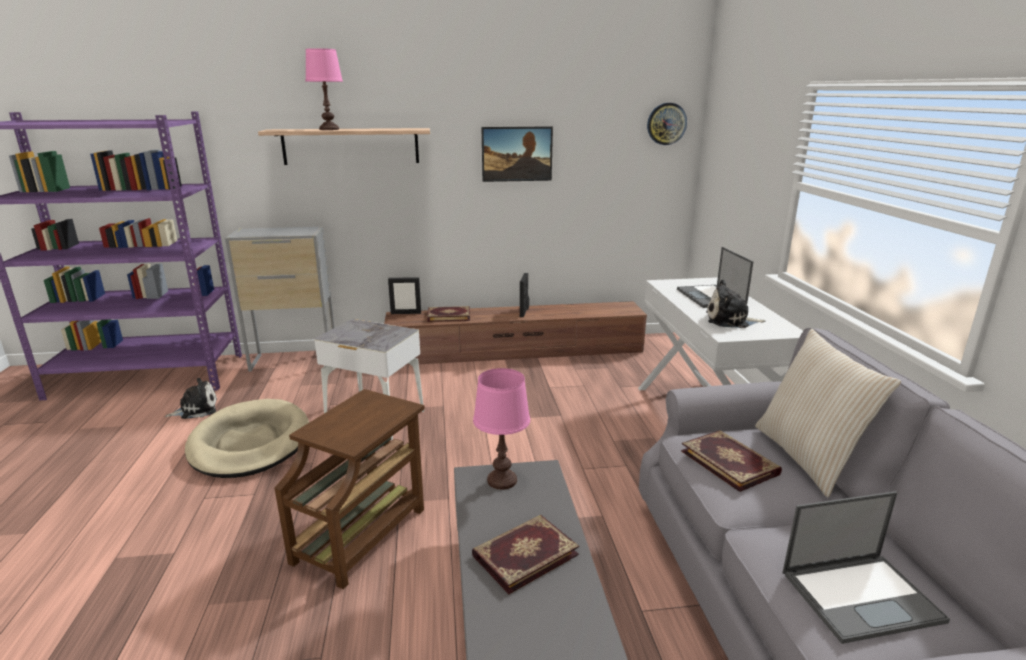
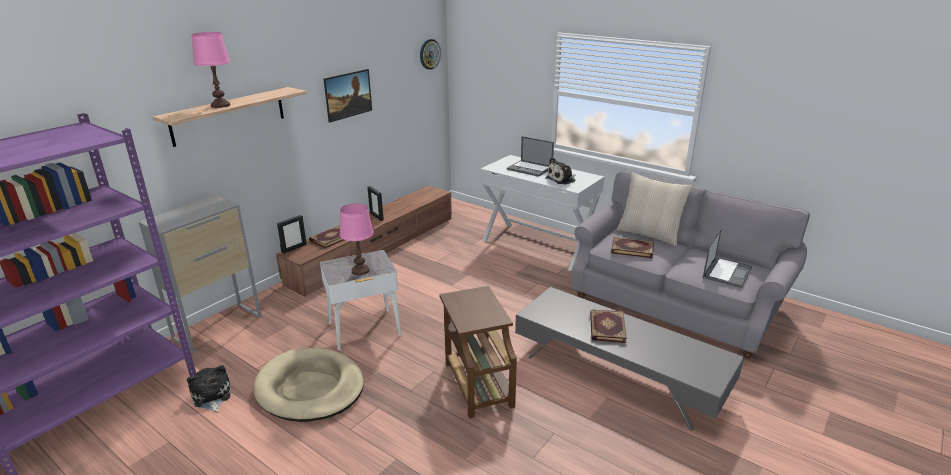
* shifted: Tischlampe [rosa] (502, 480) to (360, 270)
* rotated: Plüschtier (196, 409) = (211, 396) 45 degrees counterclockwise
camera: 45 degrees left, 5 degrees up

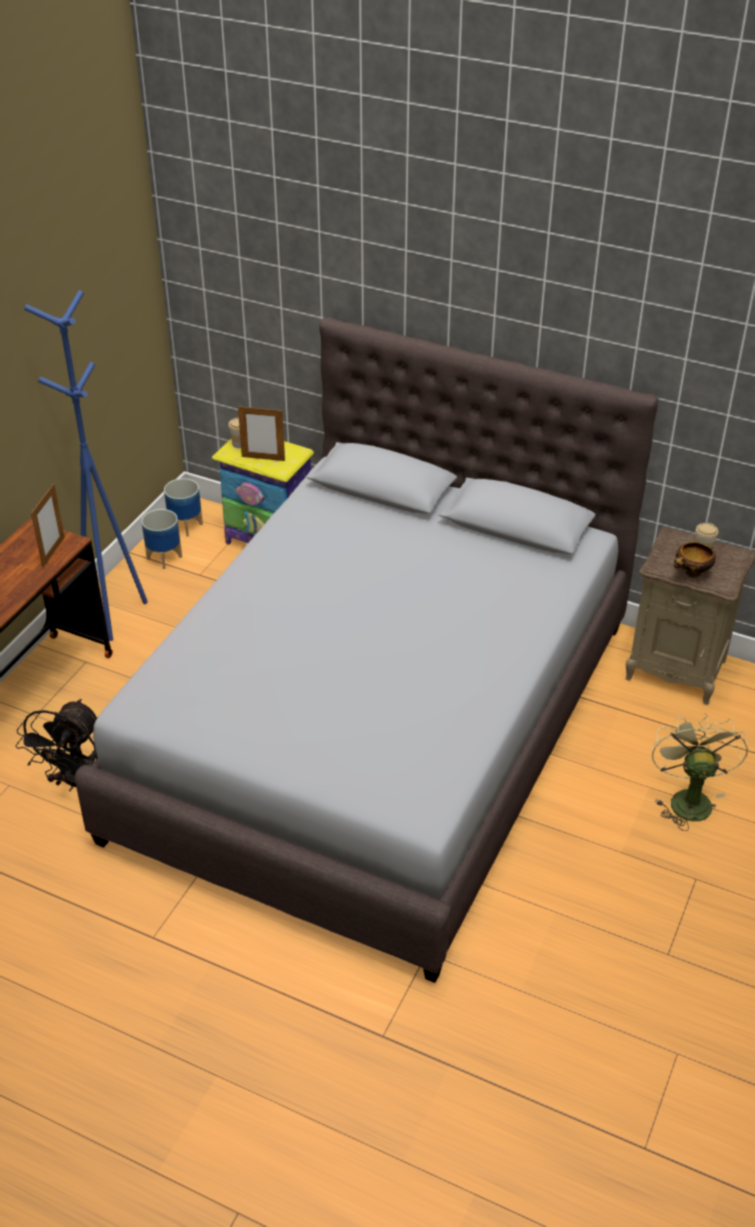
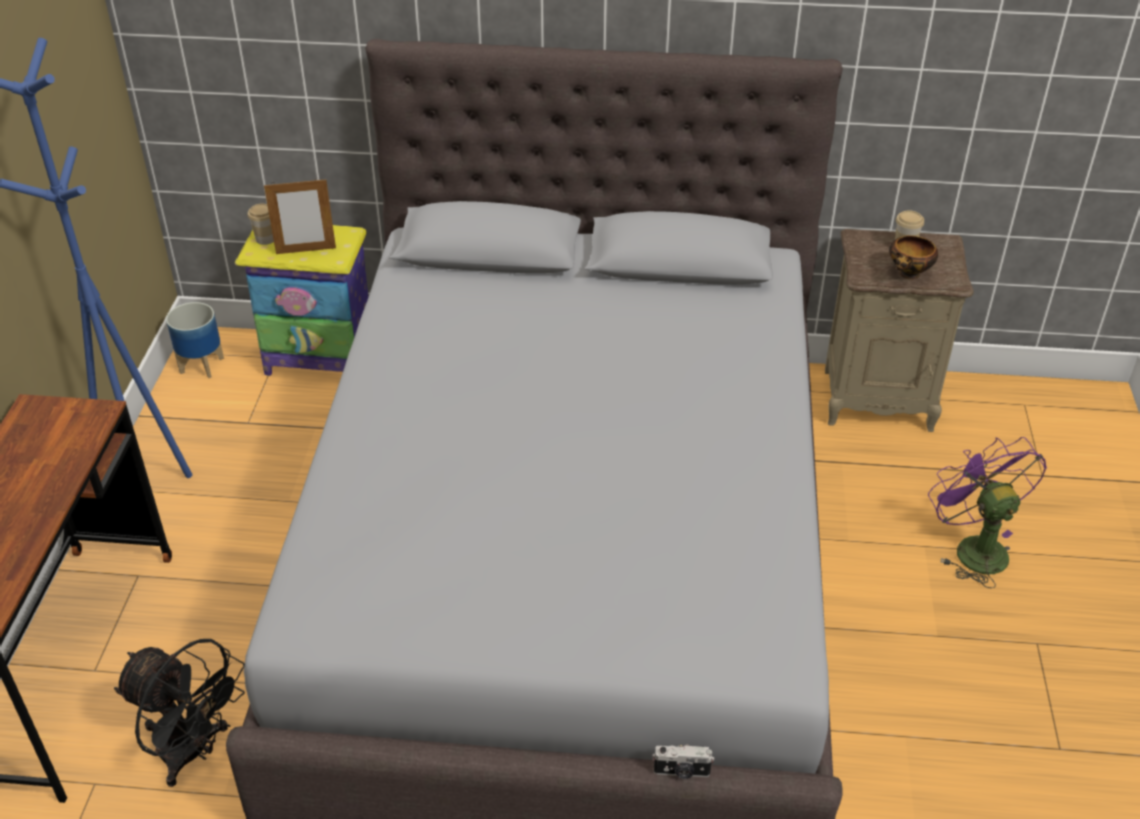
* gone: Bilderrahmen (53, 552)
* gone: Pflanzkübel (164, 558)
* rotated: Ventilator [schwarz] (75, 783) = (194, 752) 60 degrees counterclockwise
* repainted: Ventilator [grün] (687, 798) to Ventilator [lila] (973, 547)
* new: Kamera (681, 772)
camera: 20 degrees left, 0 degrees up

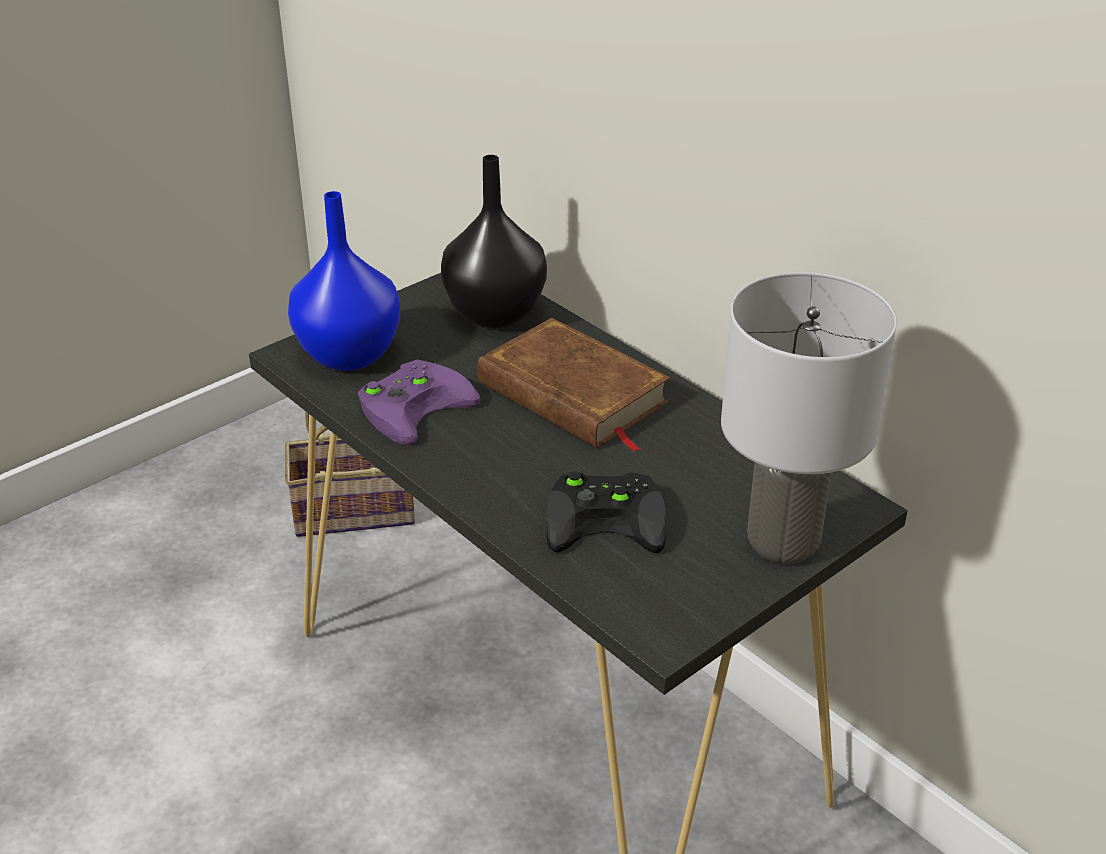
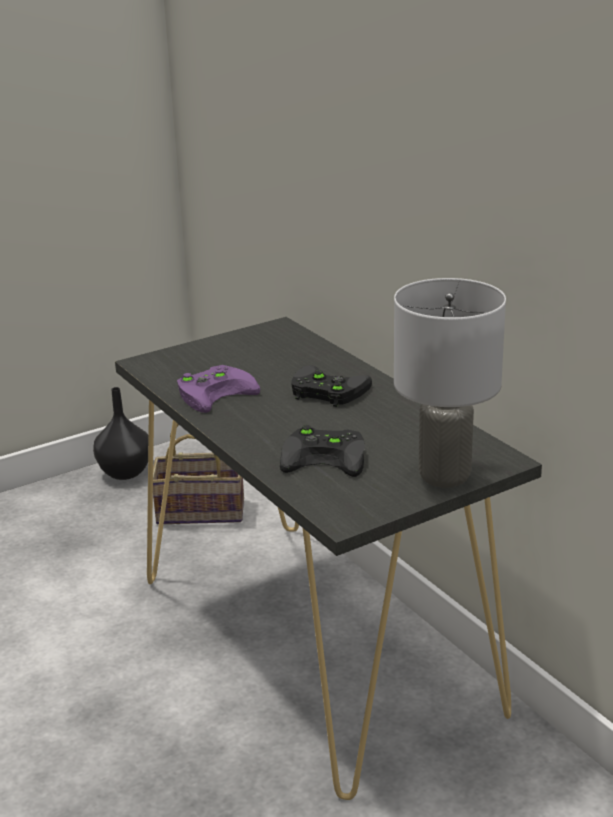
* shifted: Vase [schwarz] (493, 314) to (124, 472)
* gone: Vase [blau] (348, 353)
* swapped: Buch [braun] (572, 394) to Gamepad [schwarz] (325, 391)
camera: 10 degrees right, 10 degrees down

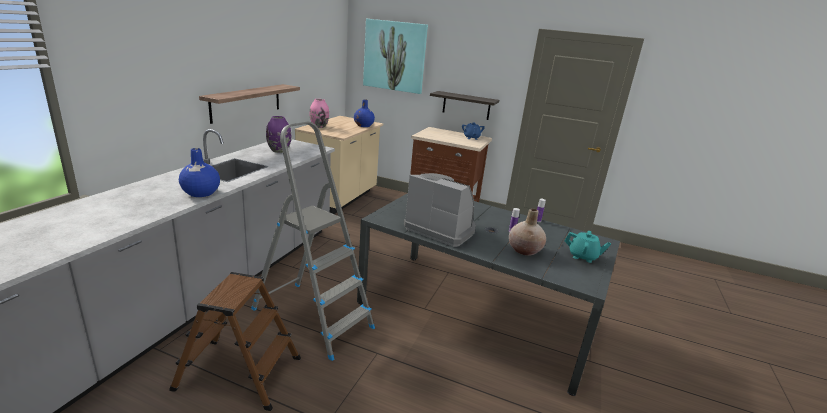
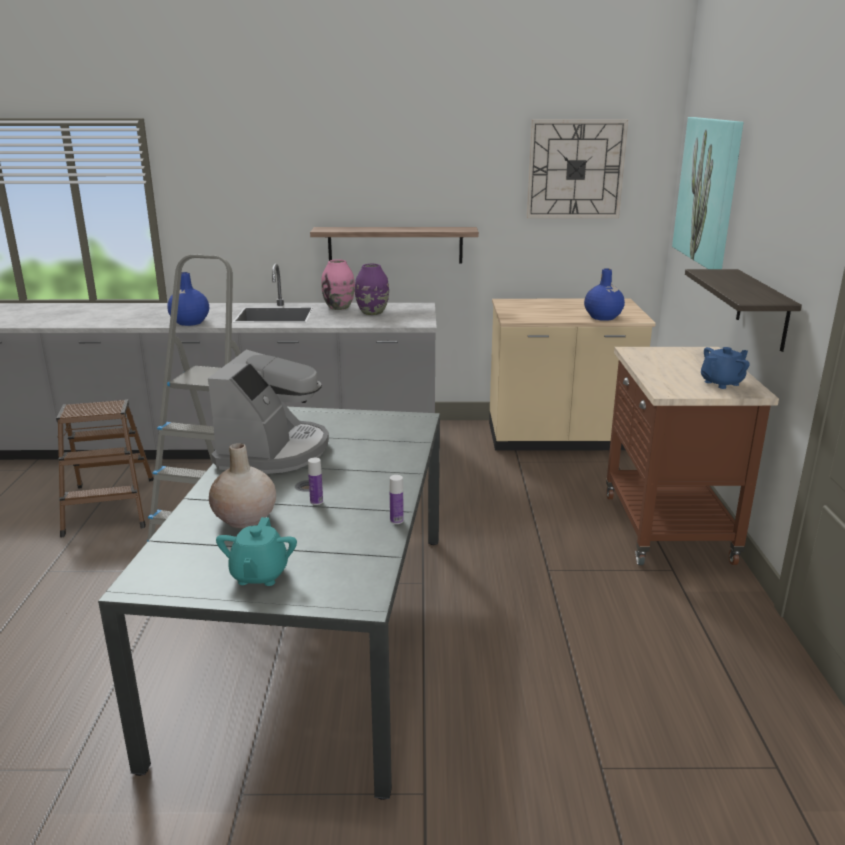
* shifted: Vase [rosa] (319, 126) to (339, 307)
* new: Wanduhr (575, 169)
camera: 70 degrees right, 0 degrees up

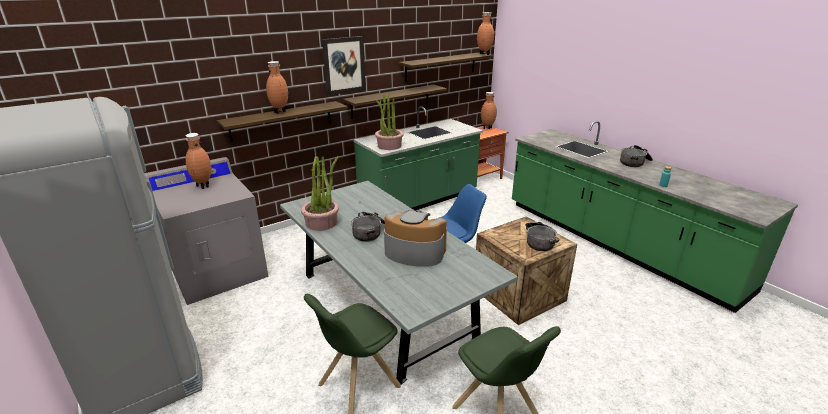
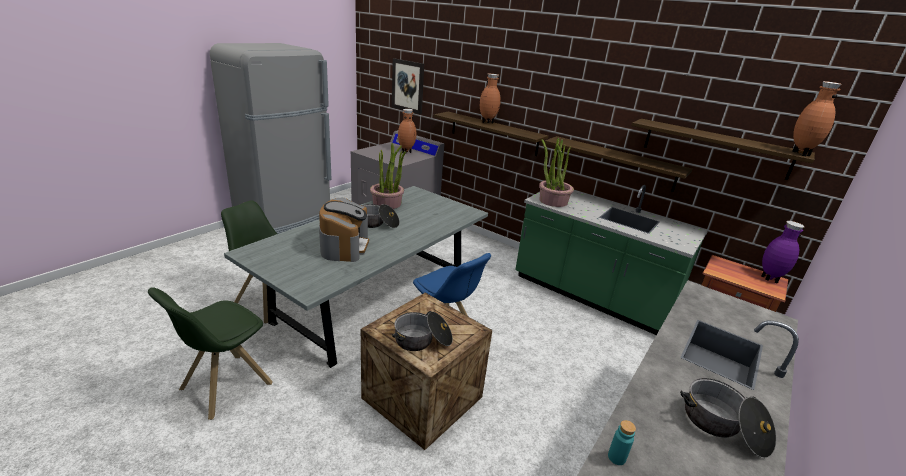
* shifted: Bild (344, 65) to (408, 86)
* repainted: Vase [braun] (487, 128) to Vase [lila] (769, 279)
camera: 70 degrees right, 0 degrees up

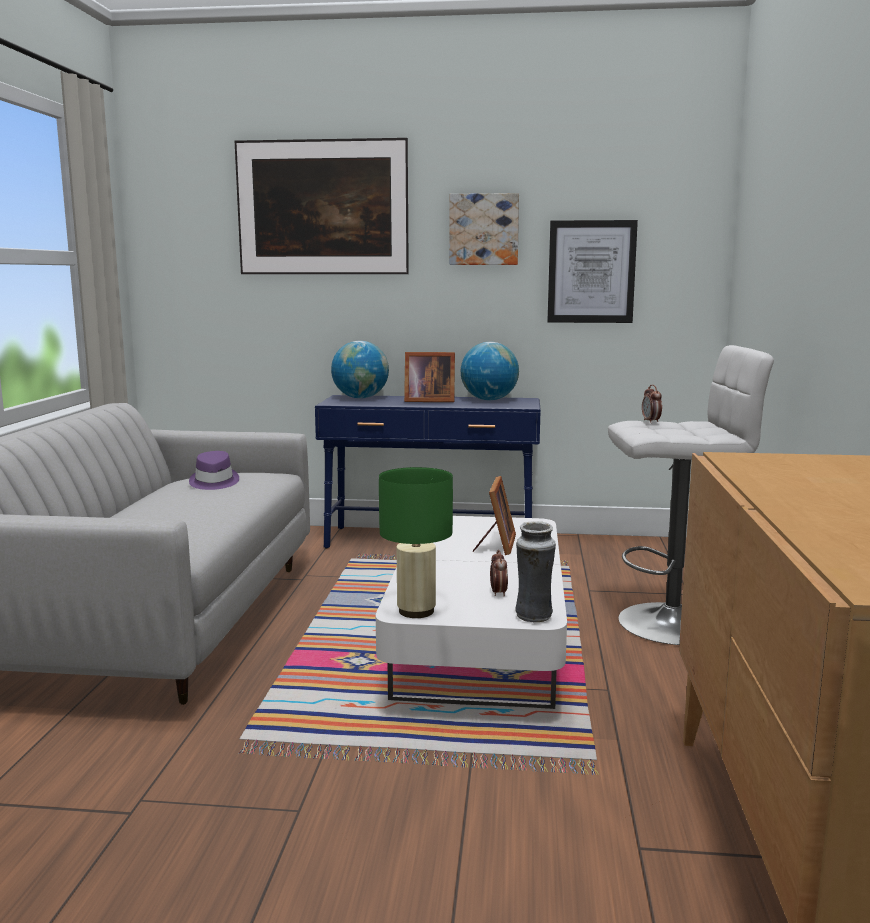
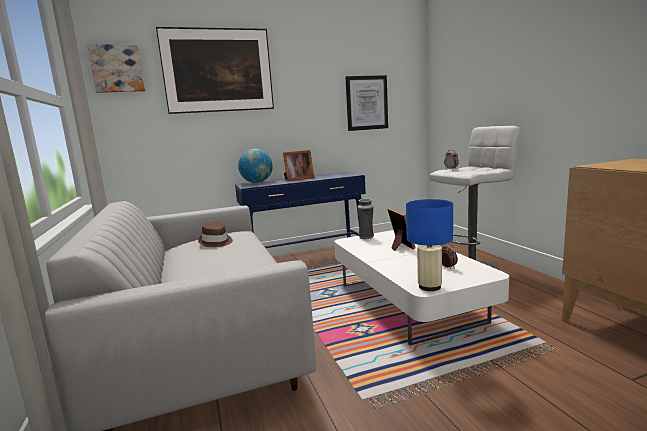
* shifted: Bild (484, 229) to (117, 69)
* gone: Globus (489, 400)
* repainted: Hut [lila] (213, 482) to Hut [braun] (216, 242)
* repainted: Tischlampe [grün] (417, 611) to Tischlampe [blau] (430, 286)
* shifted: Vase (533, 617) to (366, 237)
camera: 25 degrees left, 0 degrees up

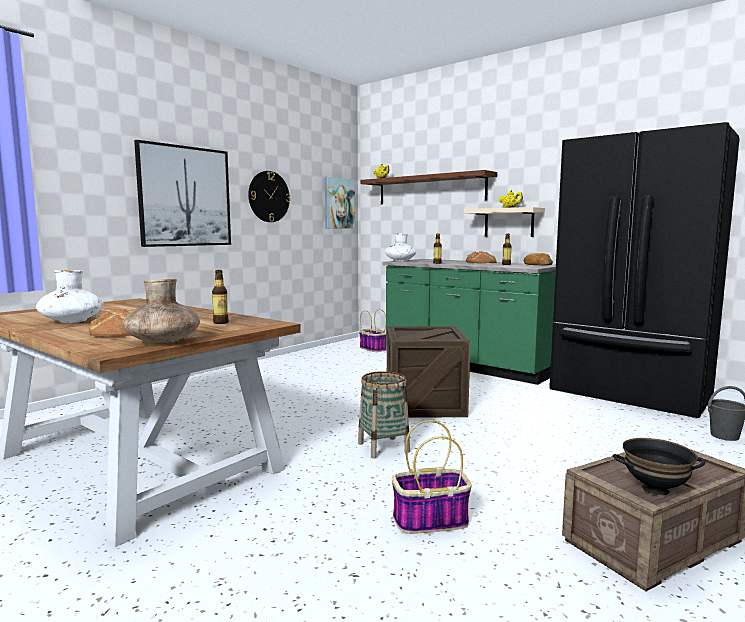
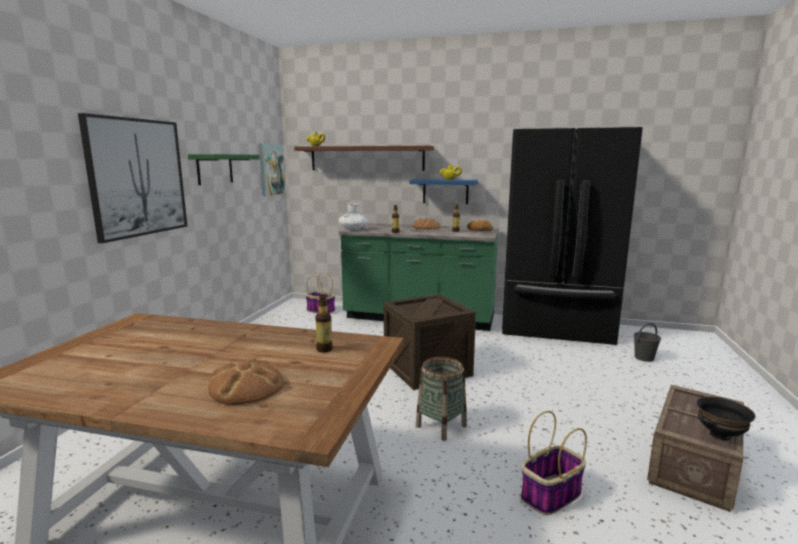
* swapped: Wanduhr (269, 196) to Wandregal [grün] (214, 169)
* repainted: Wandregal [beige] (509, 222) to Wandregal [blau] (445, 191)
* gone: Vase [weiß] (72, 321)
* gone: Vase [braun] (163, 342)
camera: 25 degrees left, 5 degrees up

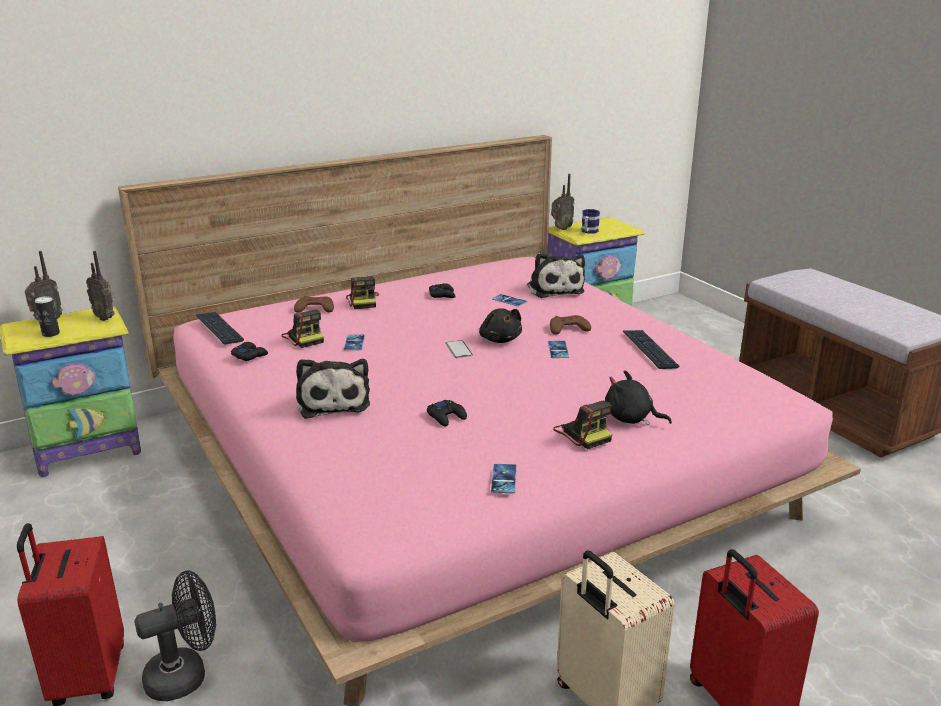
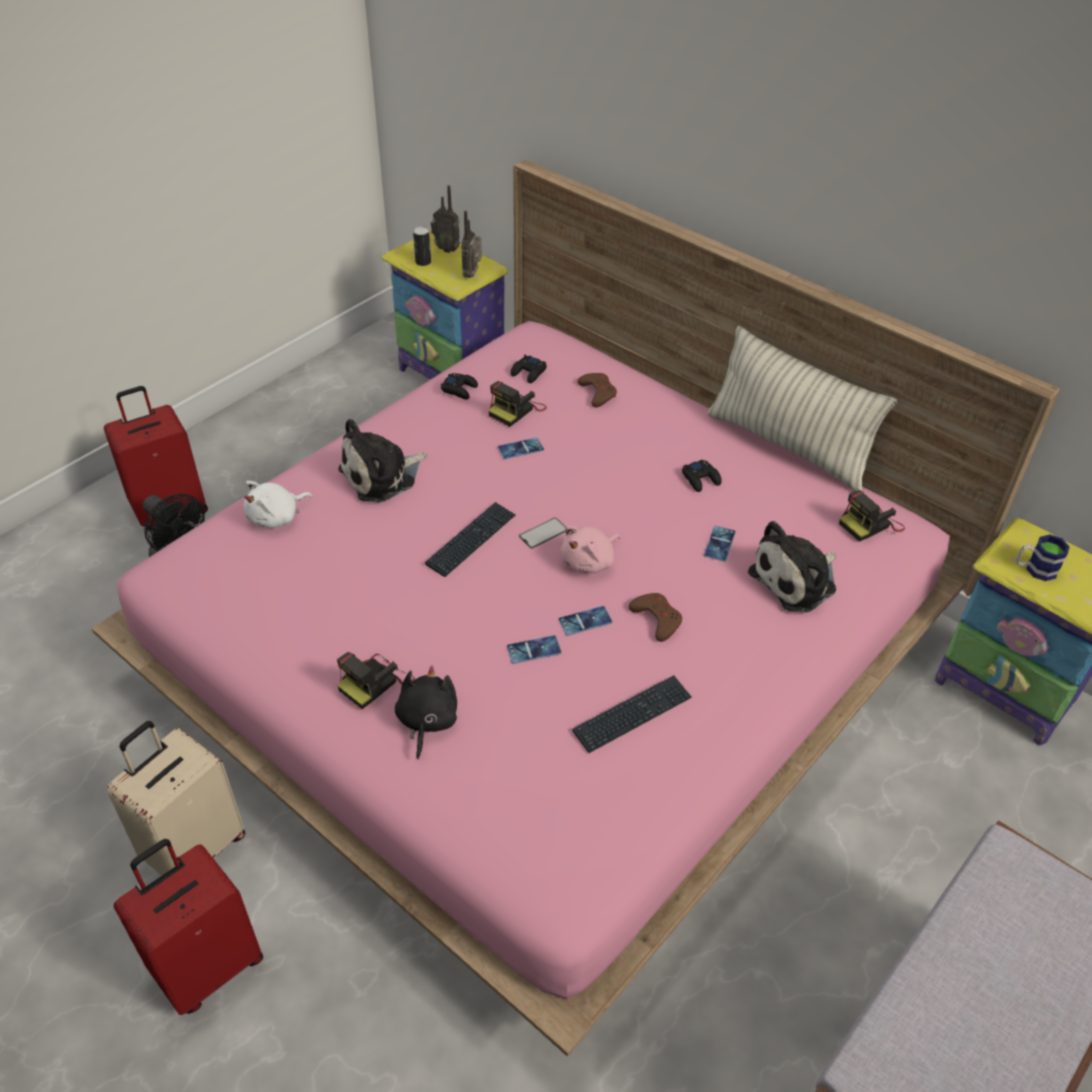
* gone: Radio (561, 229)
* shifted: Kamera (363, 301) to (870, 524)
* repainted: Plüschtier [schwarz] (500, 339) to Plüschtier [rosa] (589, 561)
* shifted: Tastatur (219, 329) to (471, 540)
* shifted: Gamepad [schwarz] (446, 417) to (529, 373)
* shifted: Handy (504, 479) to (534, 650)
* new: Kissen (788, 446)
* new: Plüschtier [weiß] (276, 517)
camera: 70 degrees right, 20 degrees up

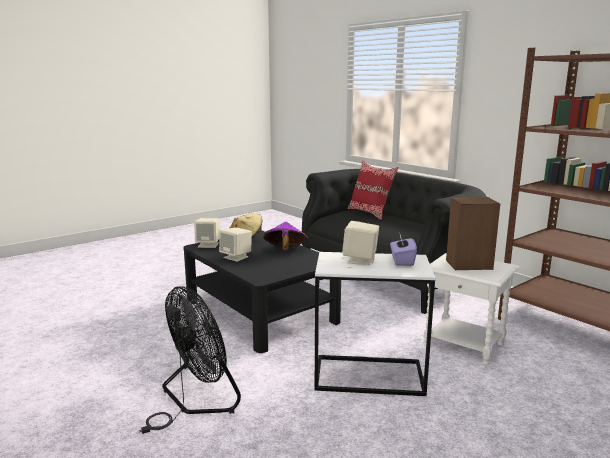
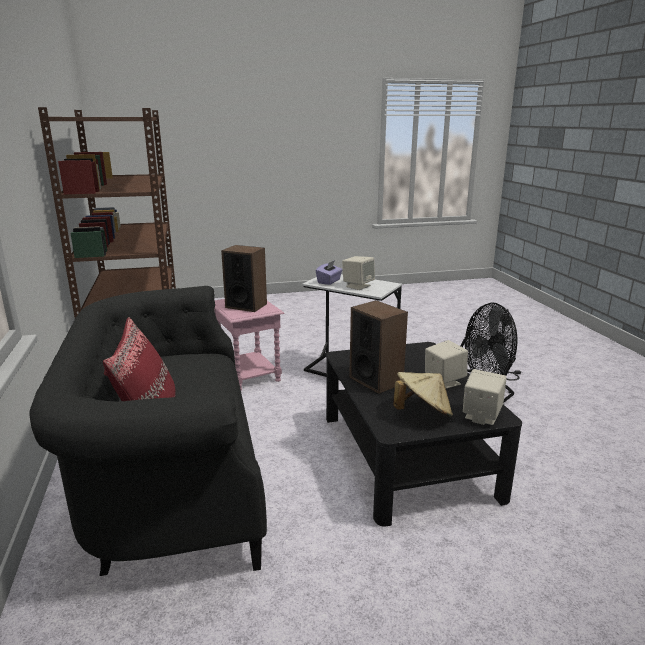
* swapped: Hut [lila] (285, 251) to Lautsprecher (376, 380)
* repainted: Beistelltisch [weiß] (464, 344) to Beistelltisch [rosa] (248, 374)
camera: 155 degrees left, 5 degrees up

